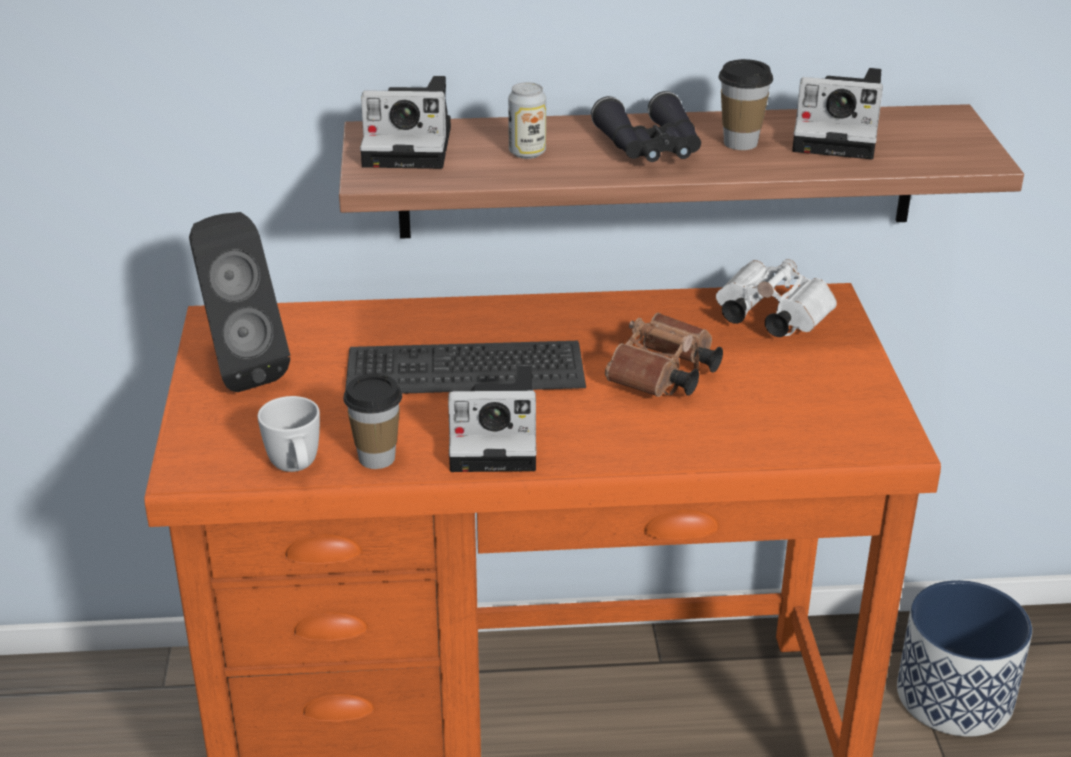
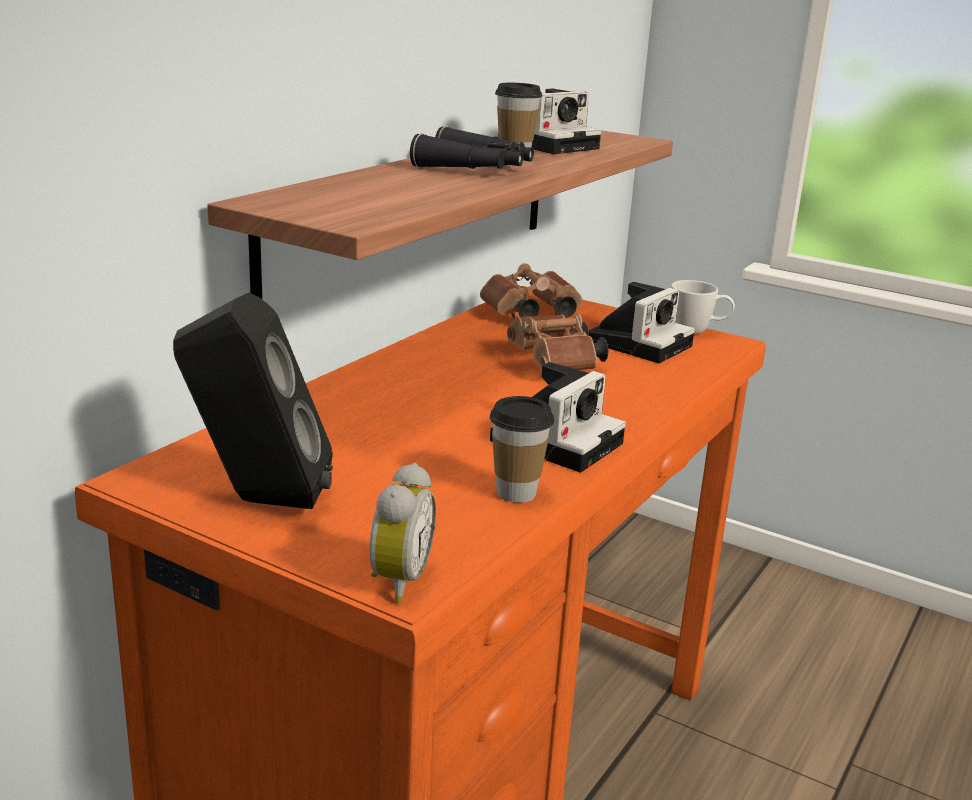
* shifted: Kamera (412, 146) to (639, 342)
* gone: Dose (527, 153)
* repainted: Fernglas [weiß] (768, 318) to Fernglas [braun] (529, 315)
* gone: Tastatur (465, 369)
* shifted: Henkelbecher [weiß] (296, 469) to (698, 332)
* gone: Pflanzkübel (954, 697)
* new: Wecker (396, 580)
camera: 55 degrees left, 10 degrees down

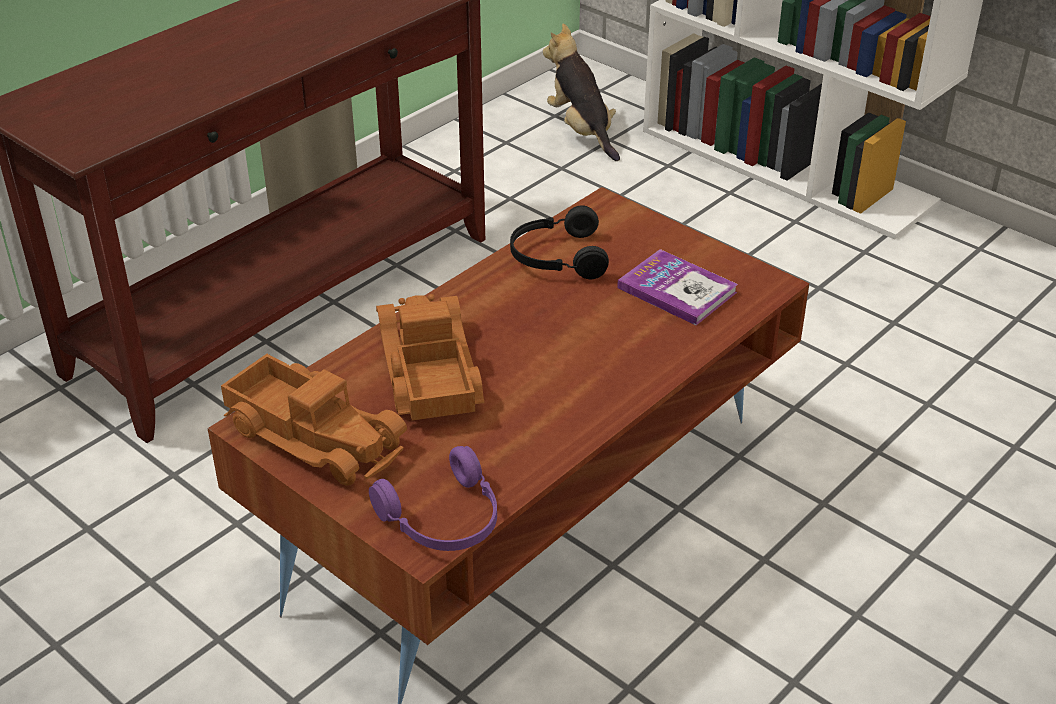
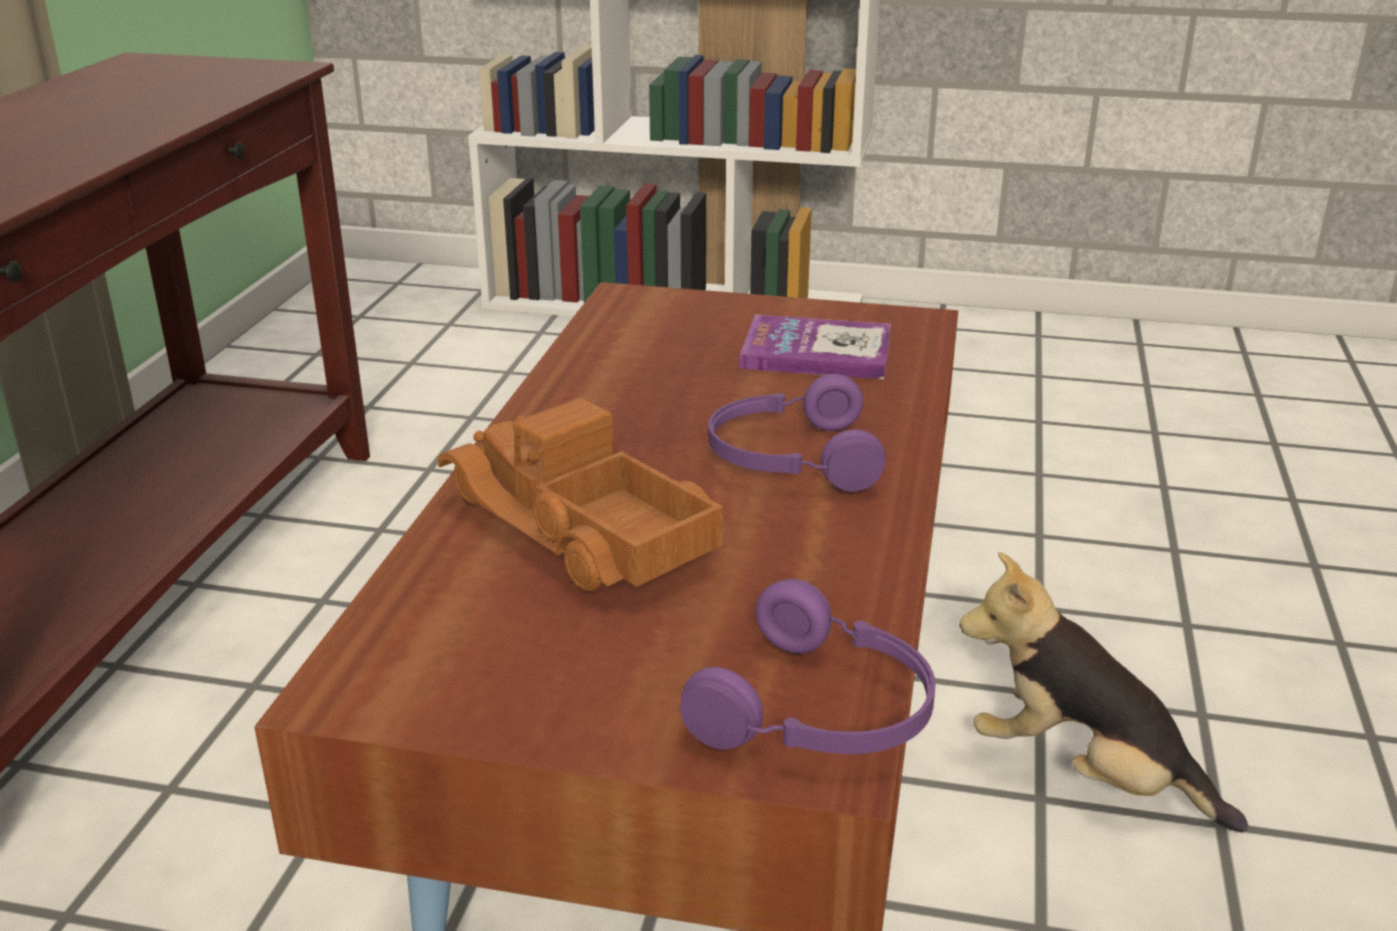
* shifted: Plüschtier (582, 131) to (1084, 774)
* gone: Kopfhörer [schwarz] (556, 257)
* gone: Spielzeuglaster (316, 434)
* new: Kopfhörer [lila] (790, 459)
camera: 30 degrees left, 10 degrees down

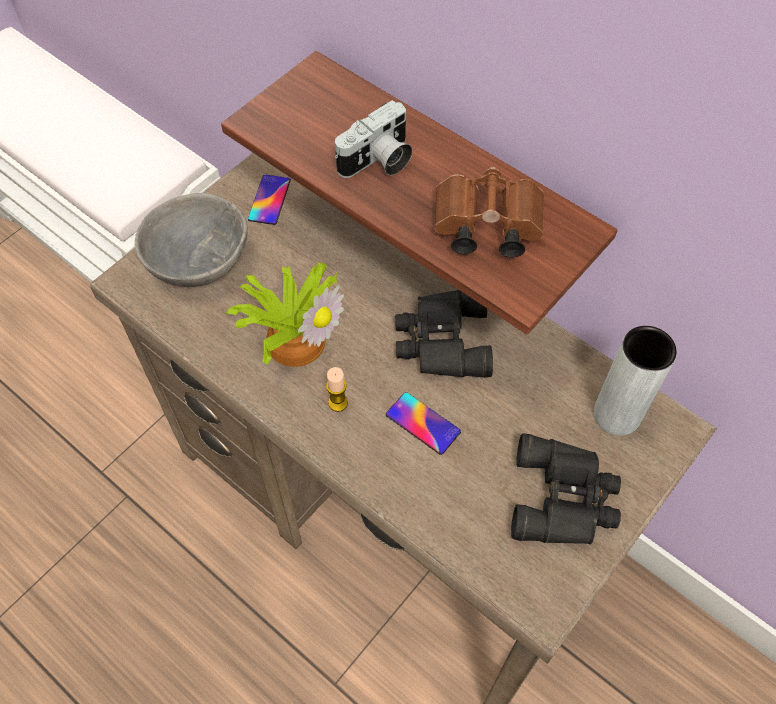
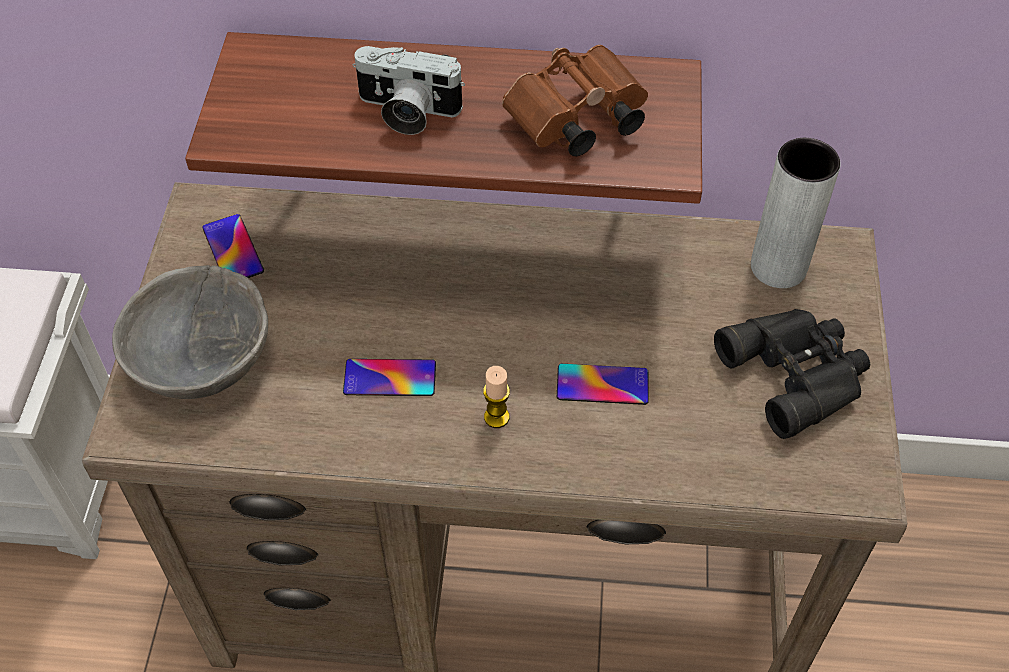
* rotated: Kamera (378, 162) = (406, 112) 90 degrees clockwise
* swapped: Topfpflanze (294, 337) to Handy (390, 378)
* gone: Fernglas [schwarz] (441, 341)
camera: 35 degrees left, 5 degrees down

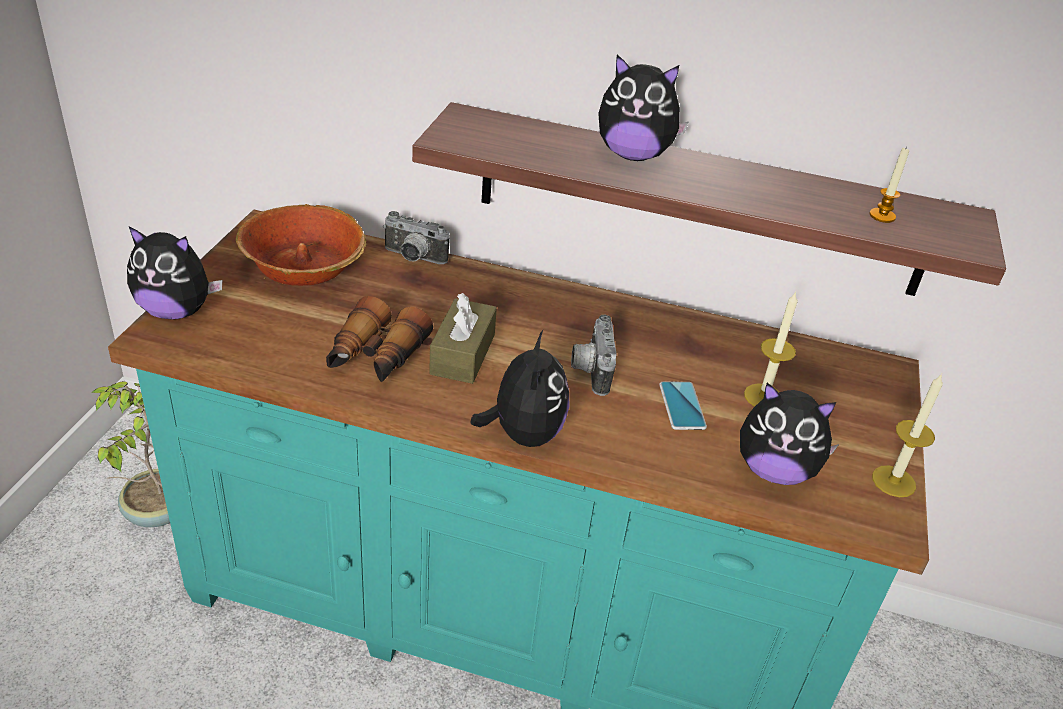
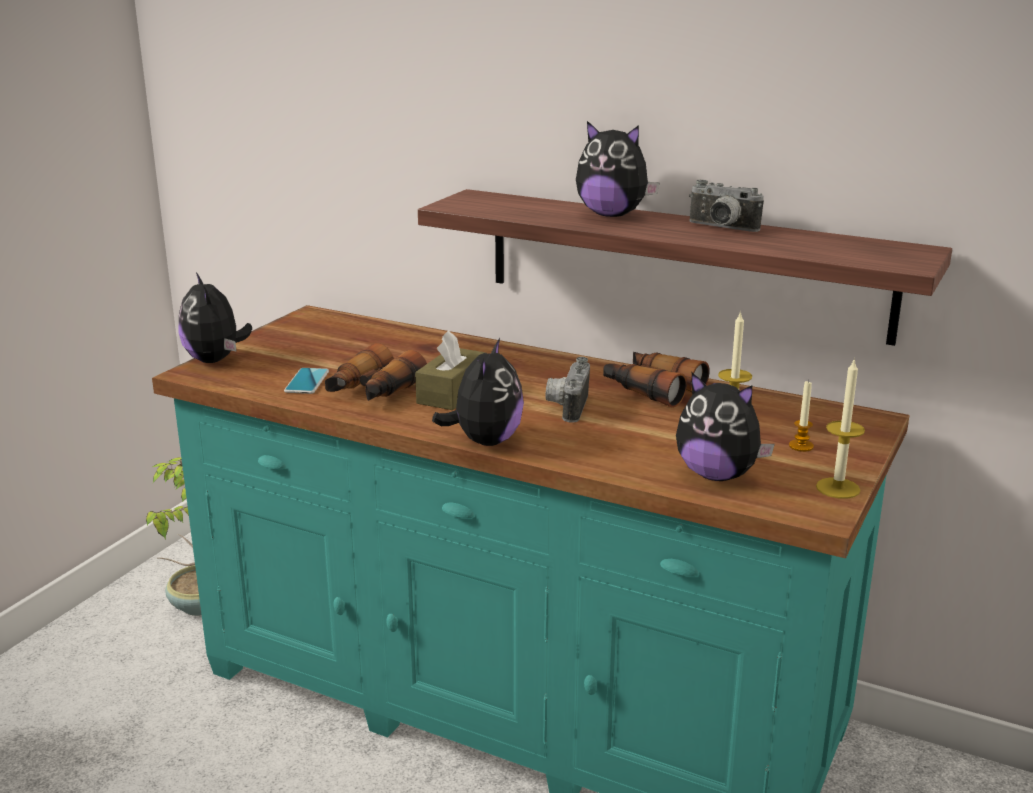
* shifted: Kerze (882, 216) to (801, 446)
* gone: Schüssel (304, 268)
* shifted: Kamera (413, 258) to (721, 228)
* rotated: Plüschtier (176, 311) = (216, 360) 45 degrees clockwise
* shifted: Handy (682, 406) to (307, 382)
* new: Fernglas (652, 389)
camera: 15 degrees right, 15 degrees down

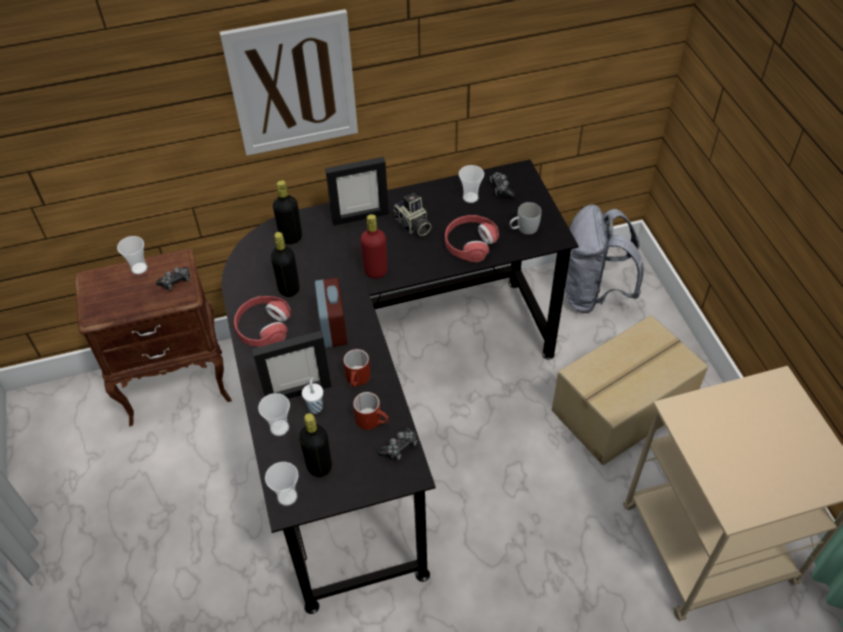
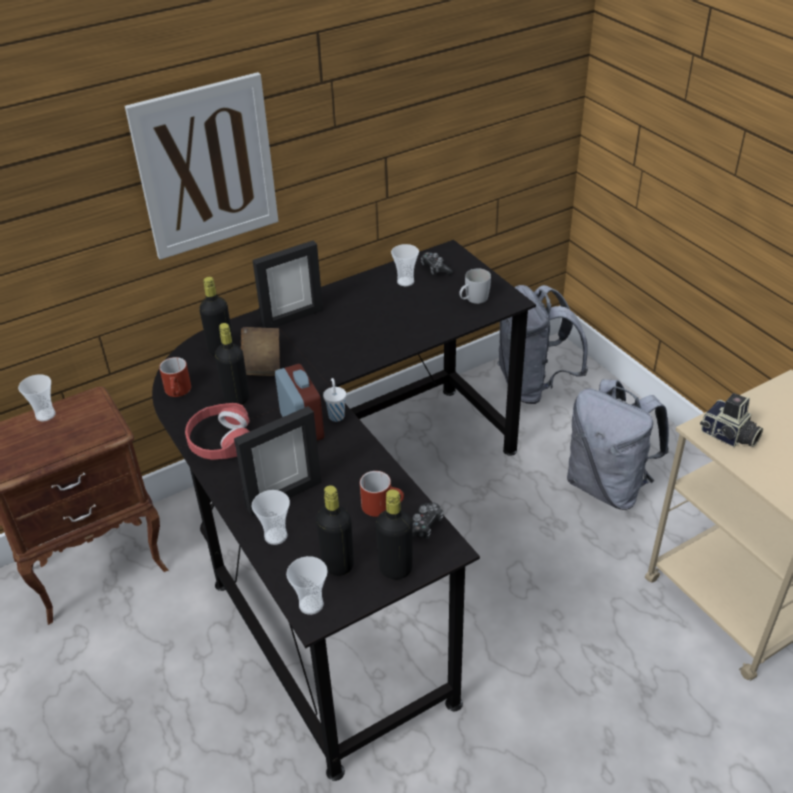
* shifted: Kamera (412, 225) to (728, 436)
* gone: Flasche [rot] (376, 271)
* gone: Kopfhörer [rot] (470, 243)
* gone: Gamepad (176, 282)
* swapped: Karton (623, 408) to Rucksack [grau] (608, 486)
* shifted: Henkelbecher [rot] (358, 380) to (178, 392)
* shifted: Tasse [weiß] (315, 406) to (336, 416)
* new: Buch [braun] (262, 362)
* new: Flasche [schwarz] (395, 569)
camera: 15 degrees left, 10 degrees down

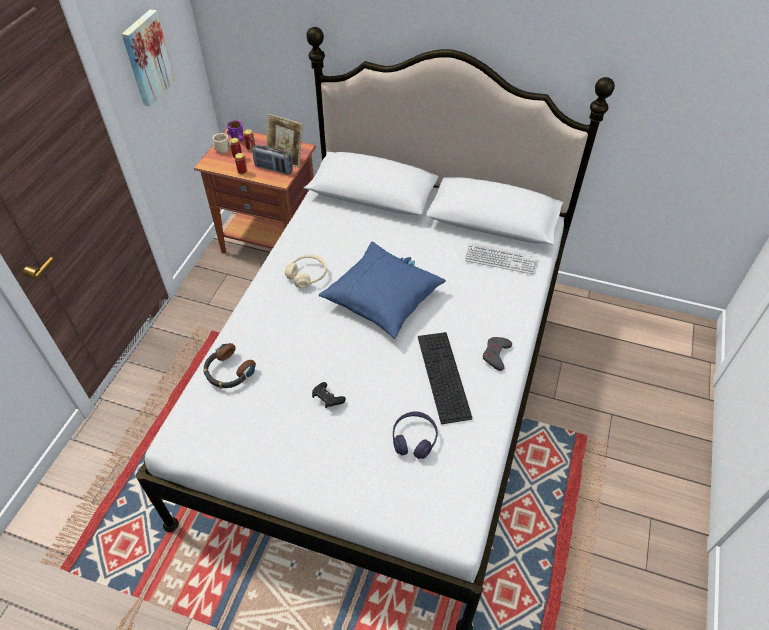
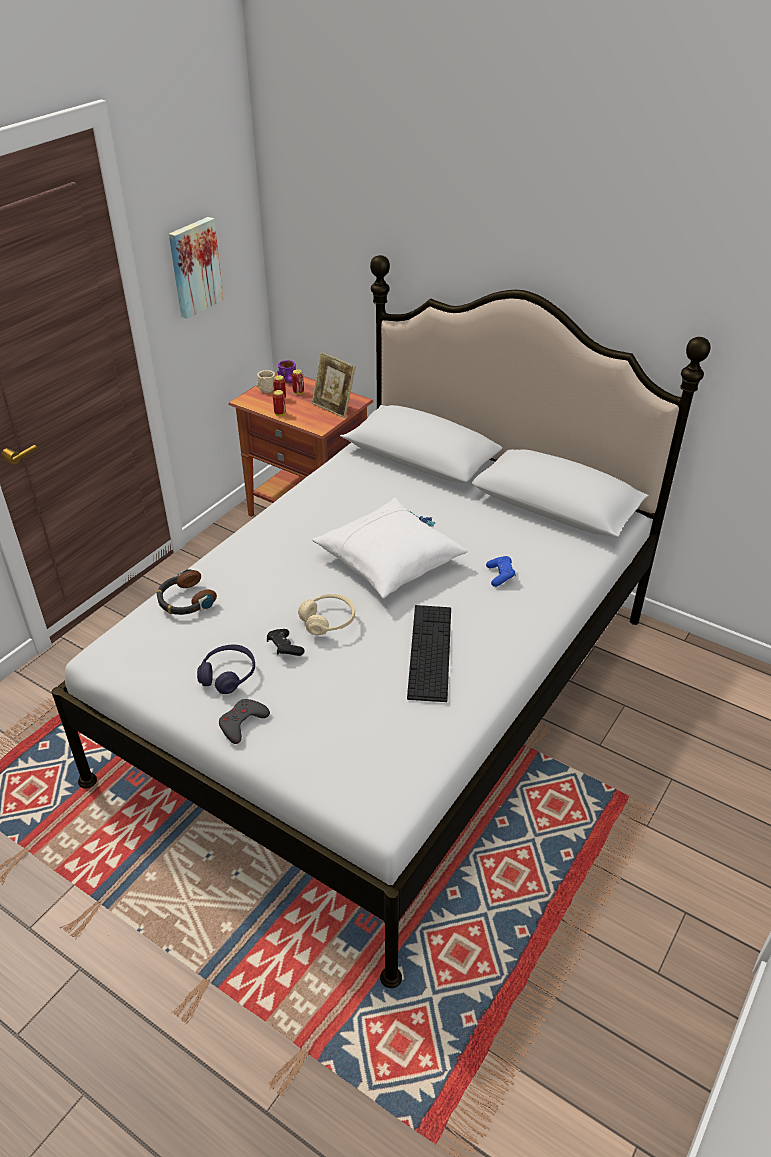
* gone: Radio (274, 169)
* repainted: Kissen [blau] (383, 299) to Kissen [weiß] (389, 562)
* gone: Tastatur (500, 259)
* shifted: Kopfhörer [beige] (307, 275) to (328, 621)
* shifted: Gamepad [grau] (496, 355) to (242, 723)
* shifted: Kopfhörer [lila] (414, 439) to (228, 675)
* new: Gamepad [blau] (500, 576)
camera: 15 degrees right, 10 degrees down

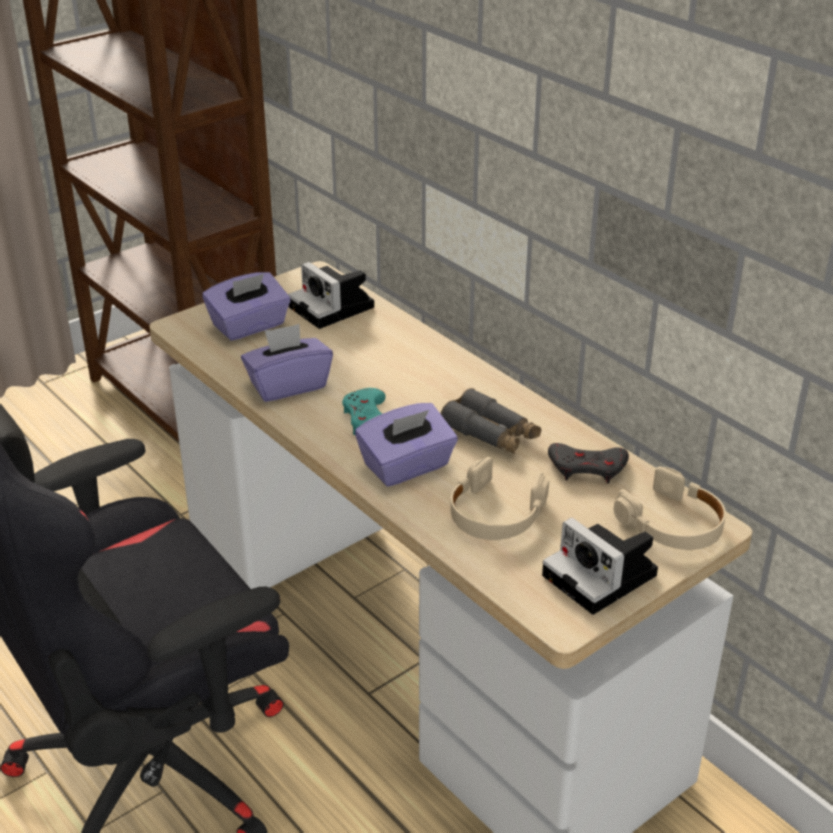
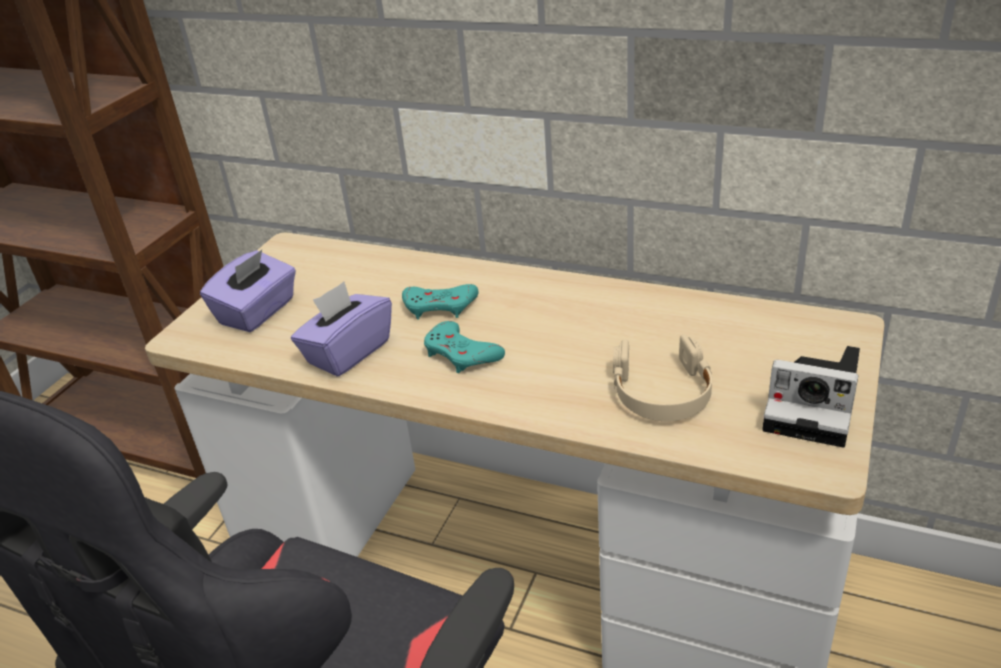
* gone: Kamera (334, 308)
* gone: Fernglas [grau] (491, 433)
* gone: Taschentuchbox [lila] (407, 466)
* gone: Gamepad [grau] (587, 468)
* gone: Kopfhörer [beige] (673, 523)
* new: Gamepad [türkis] (440, 306)
camera: 25 degrees left, 0 degrees up

